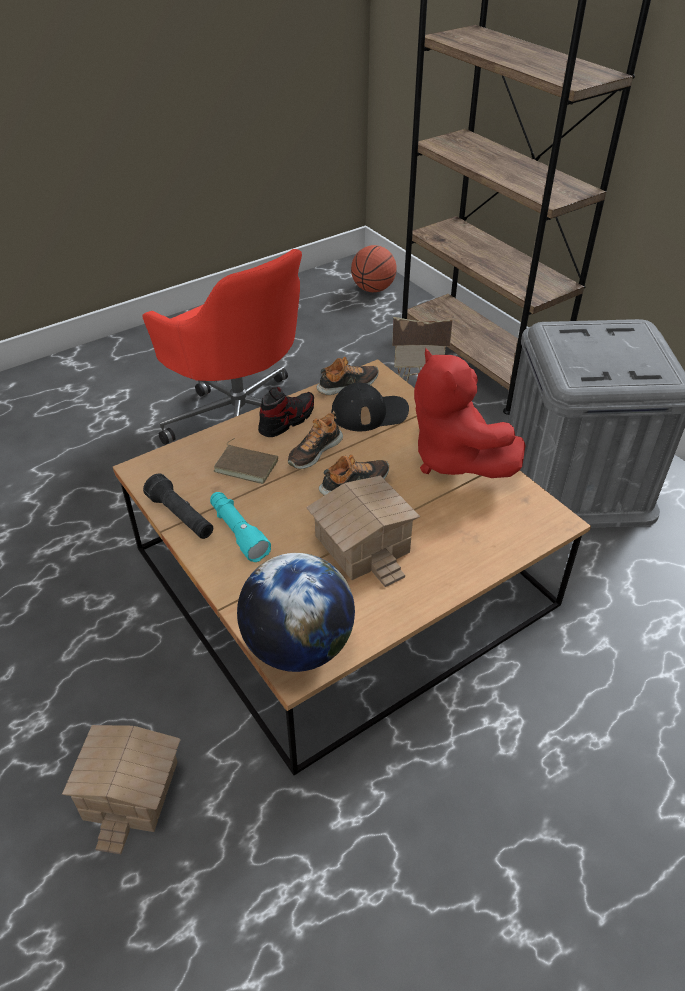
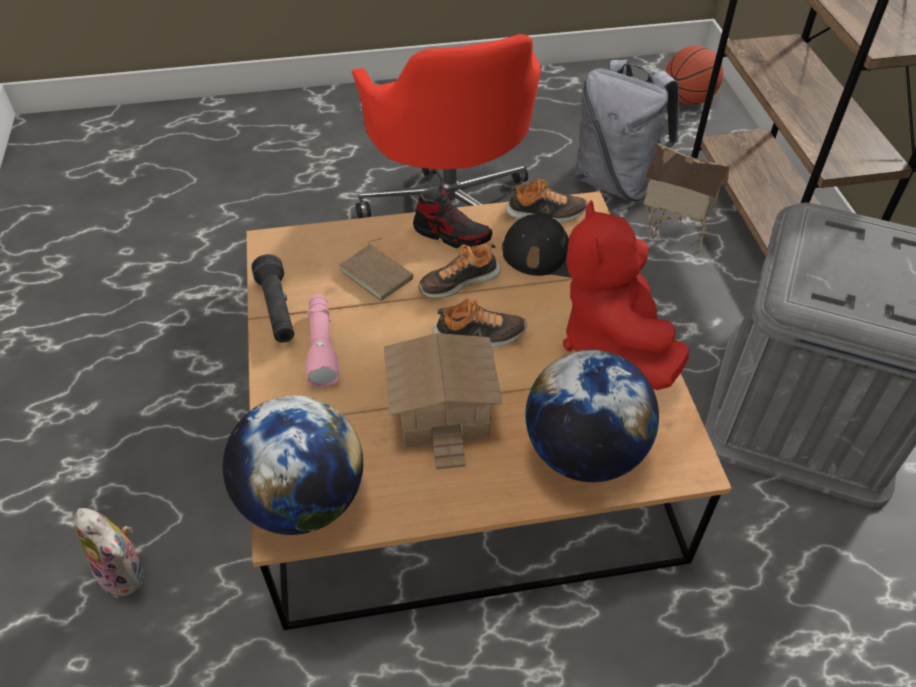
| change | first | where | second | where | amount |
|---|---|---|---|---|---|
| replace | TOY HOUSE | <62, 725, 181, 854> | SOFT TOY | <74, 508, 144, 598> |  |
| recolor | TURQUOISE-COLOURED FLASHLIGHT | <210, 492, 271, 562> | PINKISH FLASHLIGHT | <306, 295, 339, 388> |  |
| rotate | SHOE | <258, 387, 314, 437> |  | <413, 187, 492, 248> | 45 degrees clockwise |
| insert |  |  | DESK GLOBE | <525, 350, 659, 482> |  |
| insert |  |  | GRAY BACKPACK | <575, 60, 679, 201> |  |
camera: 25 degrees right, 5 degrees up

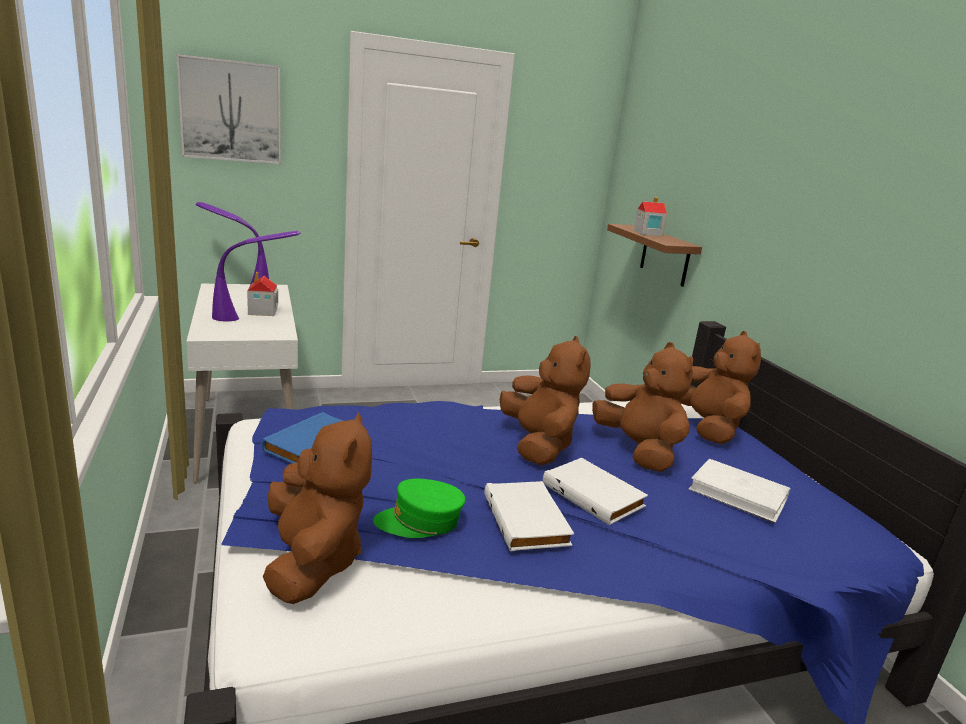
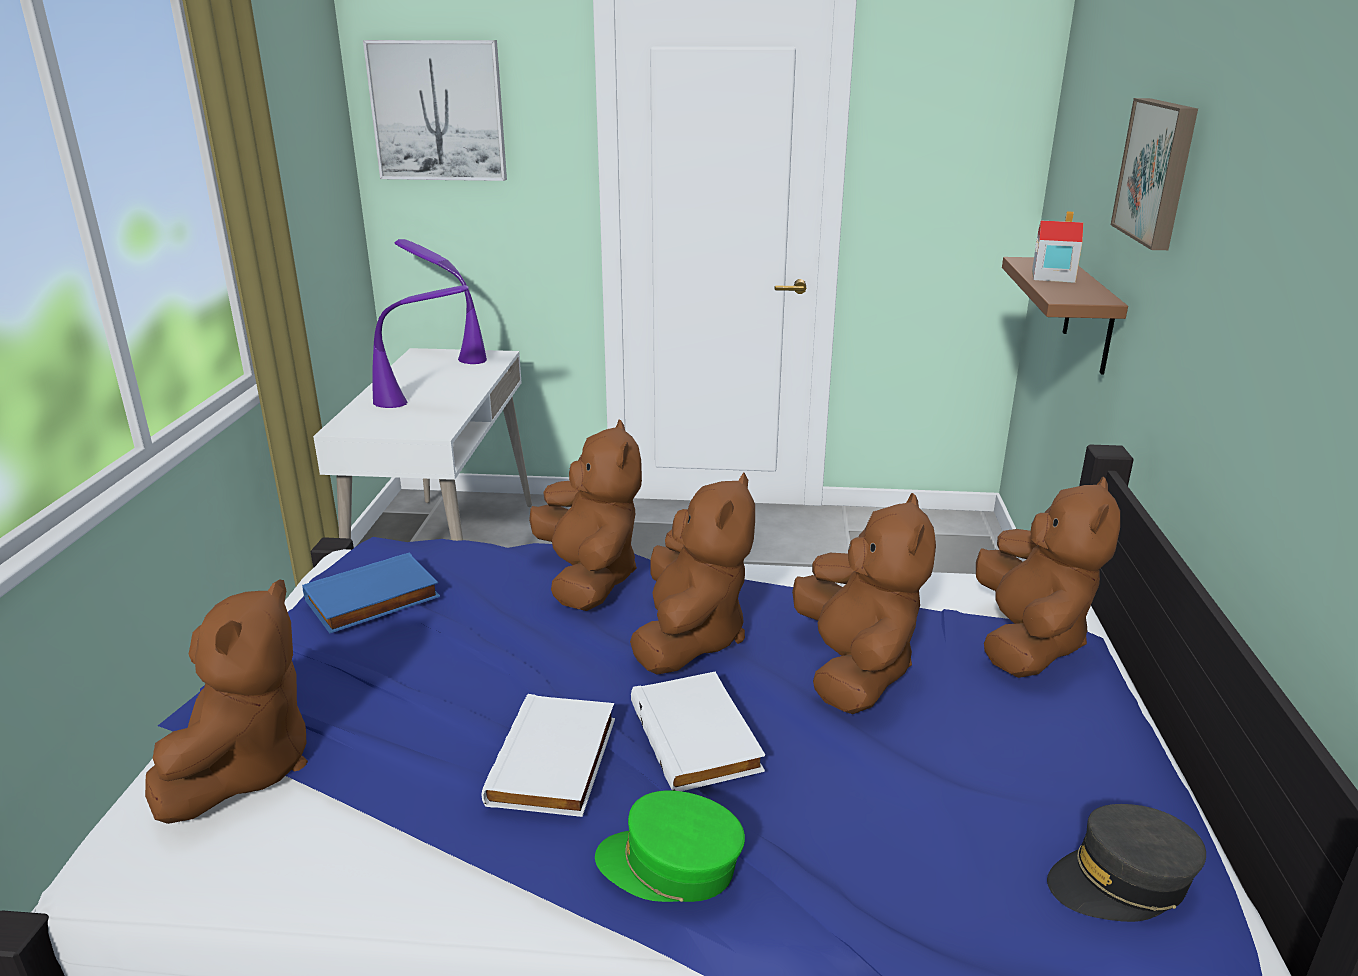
| change | first | where | second | where | amount |
|---|---|---|---|---|---|
| insert |  |  | BROWN SOFT TOY | <529, 420, 642, 611> |  |
| move | GREEN BASEBALL CAP | <373, 479, 465, 538> |  | <595, 790, 745, 902> |  |
| insert |  |  | GRAY BASEBALL CAP | <1047, 804, 1206, 922> |  |
| insert |  |  | WALL PICTURE | <1111, 98, 1198, 250> |  |
| delete | TOY HOUSE | <247, 272, 278, 316> |  |  |  |
| delete | WHITISH BOUND BOOK | <689, 459, 790, 523> |  |  |  |
camera: 25 degrees right, 5 degrees up

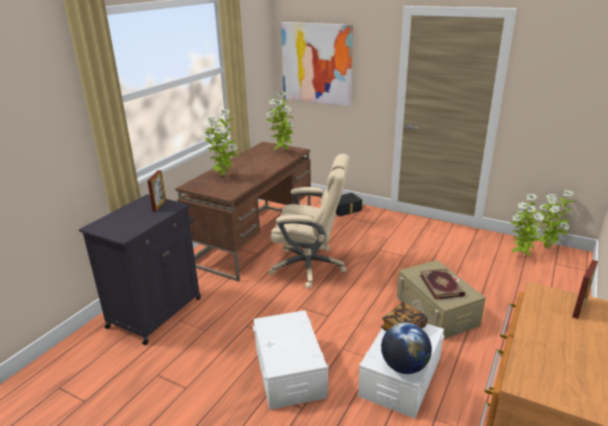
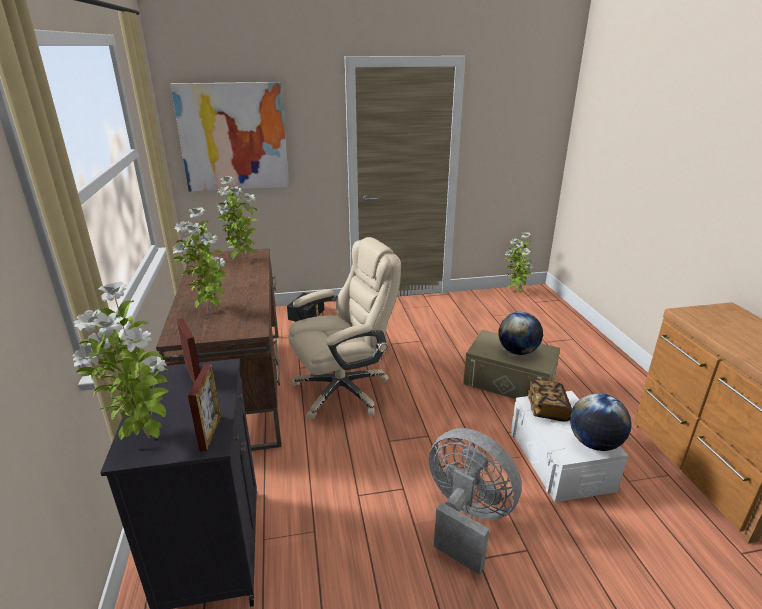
| change | first | where | second | where | amount |
|---|---|---|---|---|---|
| move | HOUSEPLANT | <510, 194, 544, 257> |  | <72, 282, 169, 440> |  |
| move | PHOTO FRAME | <572, 260, 598, 319> |  | <188, 364, 221, 451> |  |
| replace | WHITISH STORAGE CONTAINER | <253, 310, 328, 410> | GRAY FAN | <429, 428, 522, 575> |  |
| replace | BOUND BOOK | <420, 269, 465, 300> | DESK GLOBE | <499, 312, 543, 355> |  |
camera: 40 degrees left, 0 degrees up

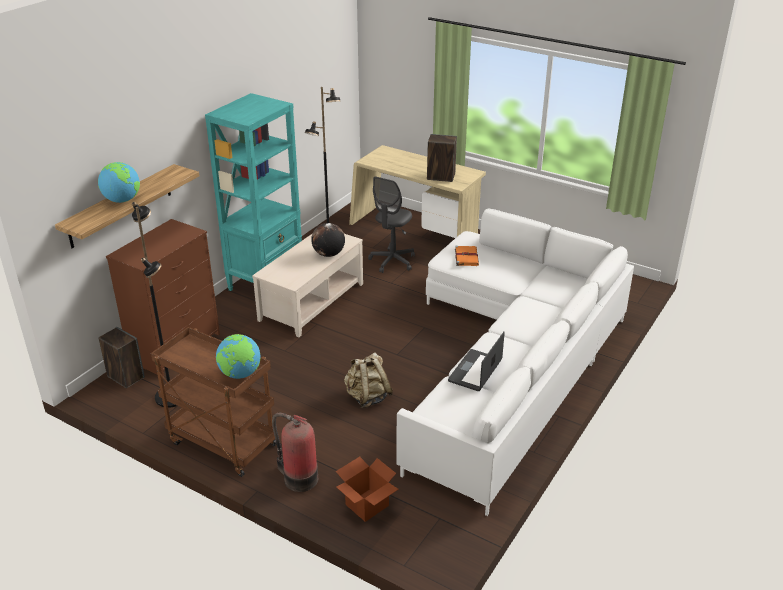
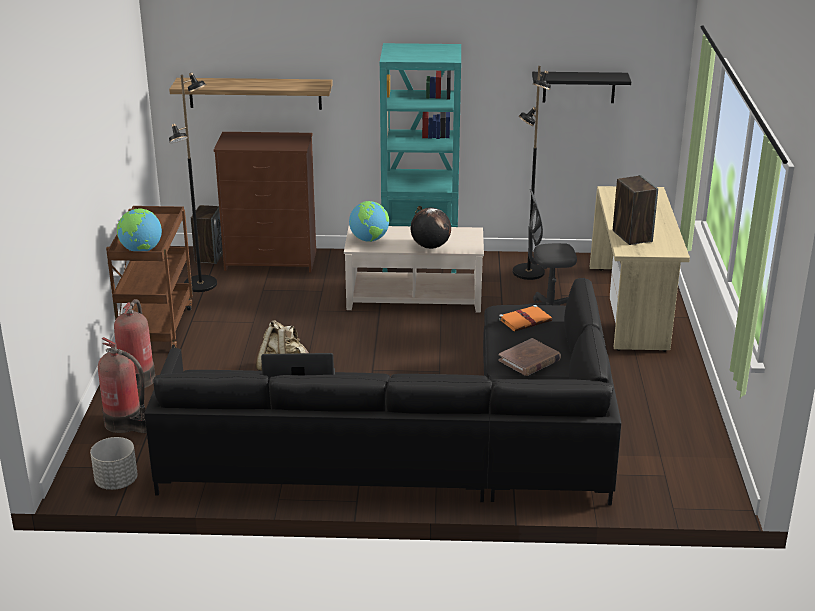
| change | first | where | second | where | amount |
|---|---|---|---|---|---|
| insert |  |  | GRAY PLANTER | <90, 437, 138, 490> |  |
| replace | PACKING BOX | <335, 457, 399, 522> | FIRE EXTINGUISHER | <98, 337, 147, 433> |  |
| recolor | WHITISH SETTEE | <396, 209, 634, 516> | BLACKISH SETTEE | <144, 278, 621, 505> |  |
| move | DESK GLOBE | <98, 162, 140, 203> |  | <349, 201, 389, 242> |  |
| insert |  |  | BROWN BOUND BOOK | <498, 338, 561, 376> |  |
| insert |  |  | BLACKISH BRACKET SHELF | <532, 72, 631, 103> |  |
camera: 60 degrees right, 5 degrees down

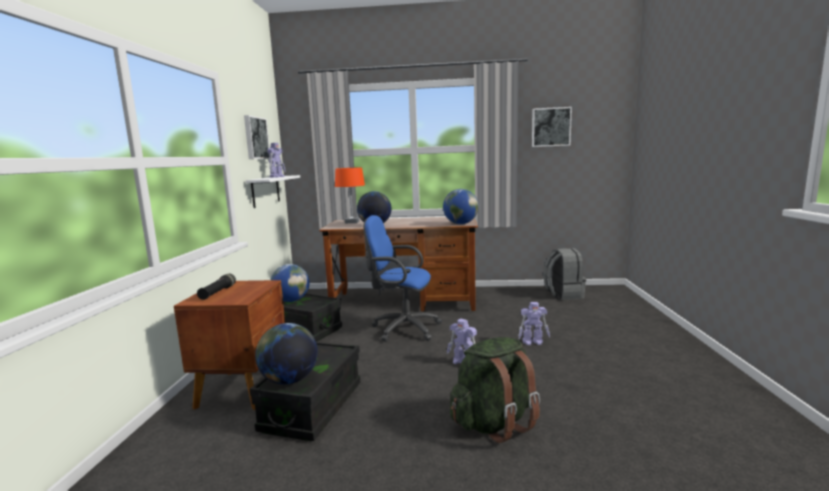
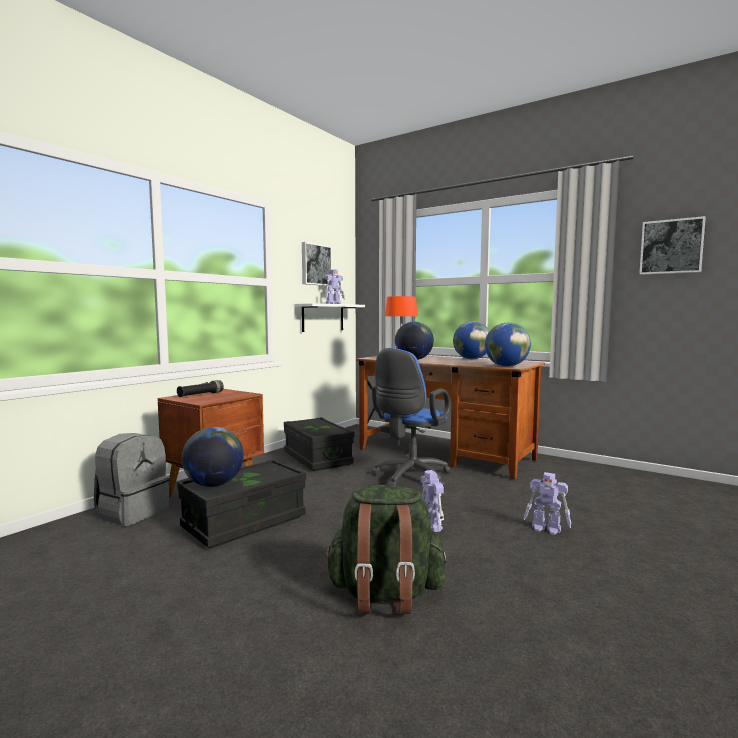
| change | first | where | second | where | amount |
|---|---|---|---|---|---|
| move | GRAY BACKPACK | <543, 248, 586, 300> |  | <94, 433, 169, 526> |  |
| rotate | BLUE-COLOURED DESK CHAIR | <363, 215, 442, 342> |  | <371, 348, 451, 487> | 105 degrees counterclockwise |
| move | DESK GLOBE | <271, 264, 310, 302> |  | <453, 321, 489, 359> |  |
camera: 30 degrees right, 5 degrees down

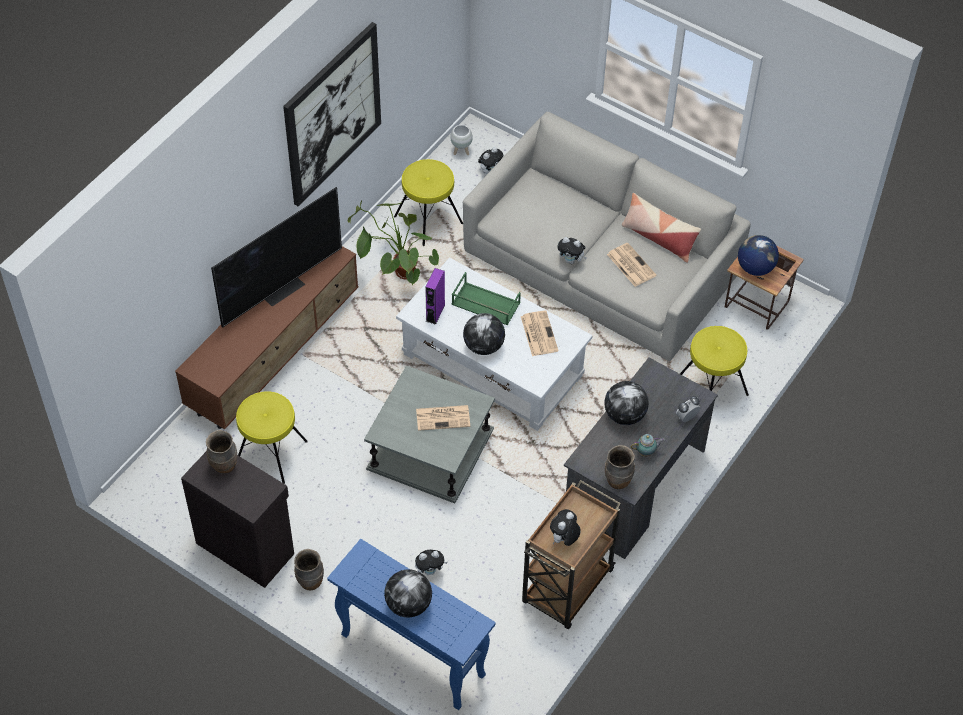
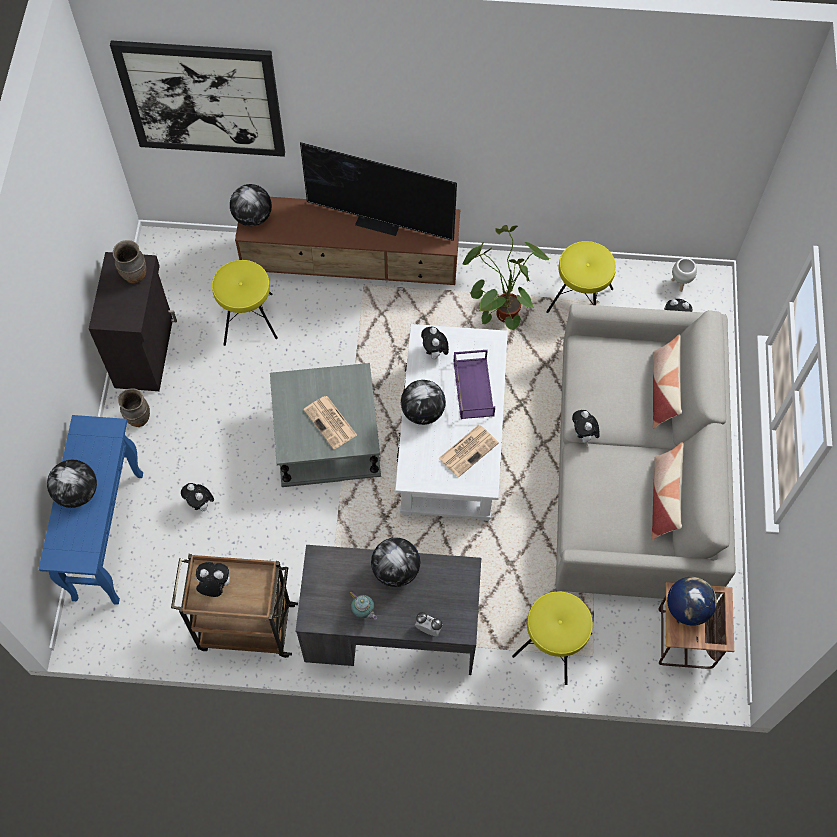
| change | first | where | second | where | amount |
|---|---|---|---|---|---|
| move | WALL PICTURE | <283, 22, 381, 206> |  | <110, 40, 285, 157> |  |
| insert |  |  | DESK GLOBE | <230, 184, 272, 226> |  |
| replace | PURPLISH LOUDSPEAKER | <425, 268, 445, 325> | SOFT TOY | <421, 327, 449, 362> |  |
| recolor | GREEN SERVING TRAY | <452, 272, 521, 325> | PURPLISH SERVING TRAY | <453, 350, 495, 419> |  |
| insert |  |  | PILLOW | <653, 334, 682, 429> |  |
| delete | BROWN DECORATIVE VASE | <605, 445, 635, 489> |  |  |  |
| delete | NEWSPAPER | <607, 243, 657, 287> |  |  |  |
camera: 60 degrees right, 10 degrees up

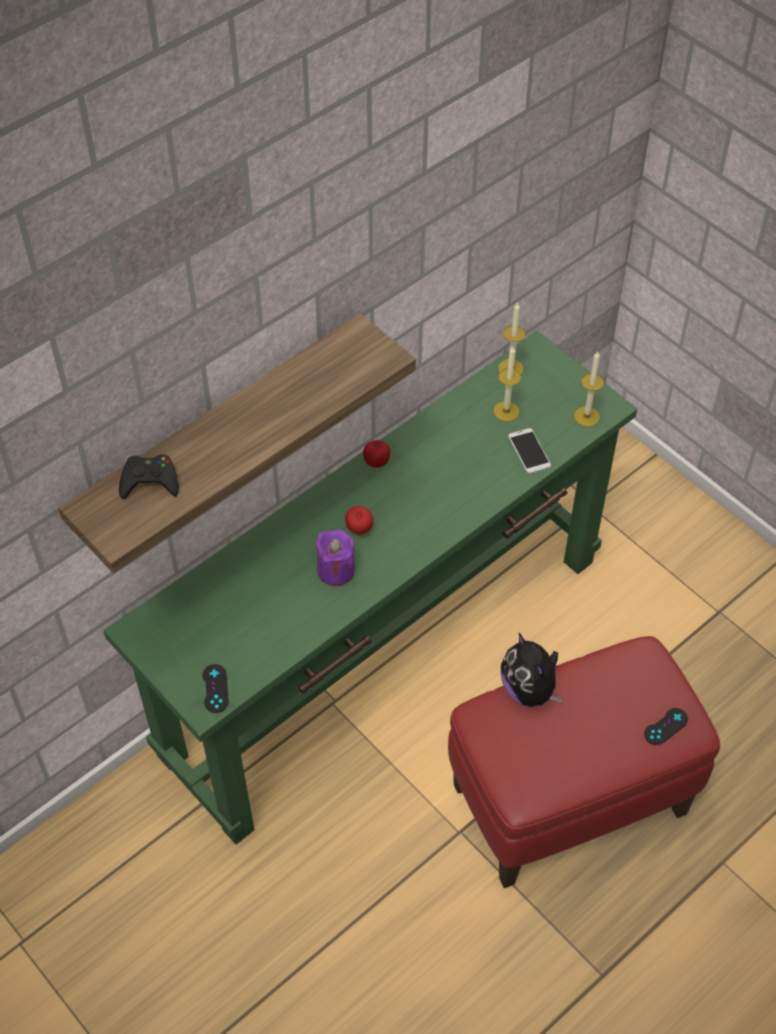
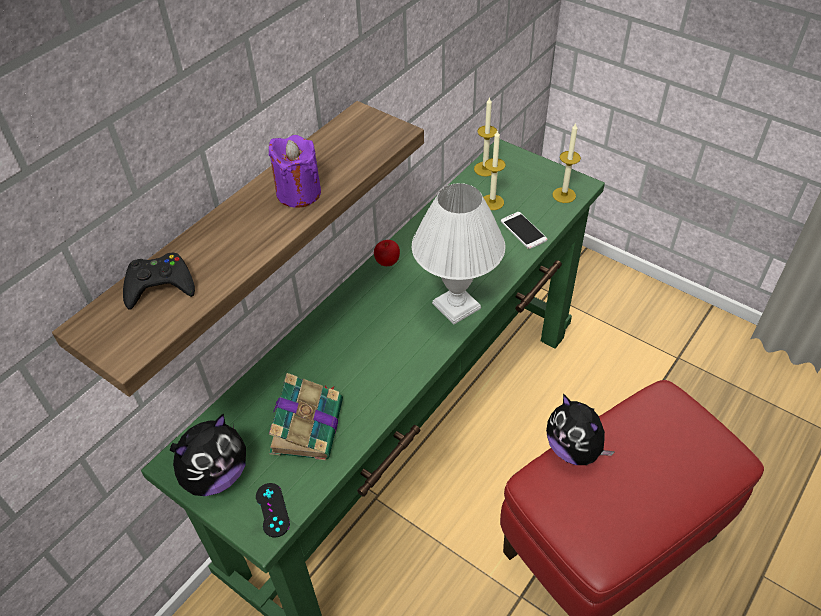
| change | first | where | second | where | amount |
|---|---|---|---|---|---|
| insert |  |  | SOFT TOY | <170, 414, 246, 496> |  |
| move | PURPLISH WAX LIGHT | <316, 530, 355, 586> |  | <269, 135, 321, 208> |  |
| insert |  |  | BOUND BOOK | <269, 373, 343, 460> |  |
| insert |  |  | WHITISH TABLE LAMP | <412, 183, 505, 325> |  |
| delete | APPLE FRUIT | <345, 506, 373, 535> |  |  |  |
| delete | BLACKISH GAME CONTROLLER | <644, 708, 688, 745> |  |  |  |
camera: 10 degrees left, 5 degrees down

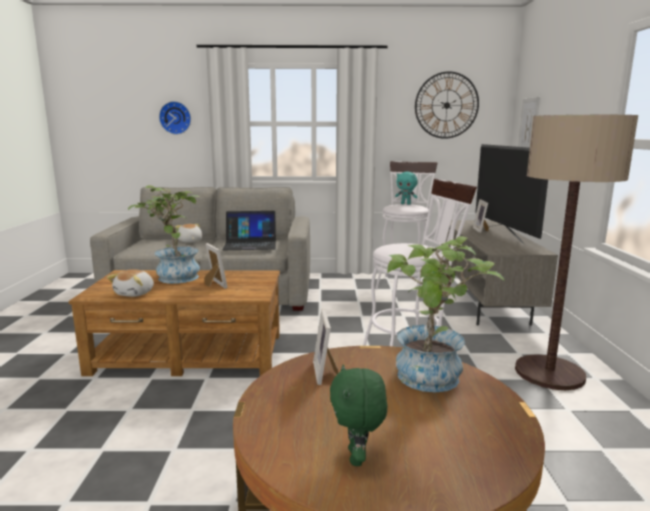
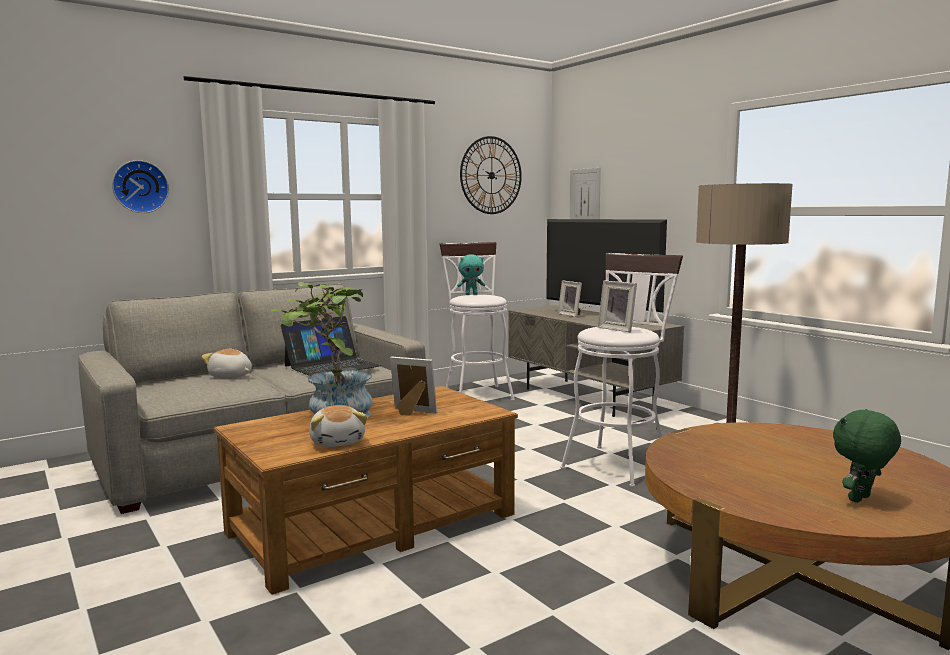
| change | first | where | second | where | amount |
|---|---|---|---|---|---|
| move | PHOTO FRAME | <313, 309, 338, 385> |  | <598, 280, 637, 332> |  |
| rotate | GREEN SOFT TOY | <330, 364, 387, 466> |  | <833, 409, 901, 503> | 90 degrees clockwise |
| delete | HOUSEPLANT | <387, 236, 505, 392> |  |  |  |
camera: 35 degrees left, 5 degrees down

